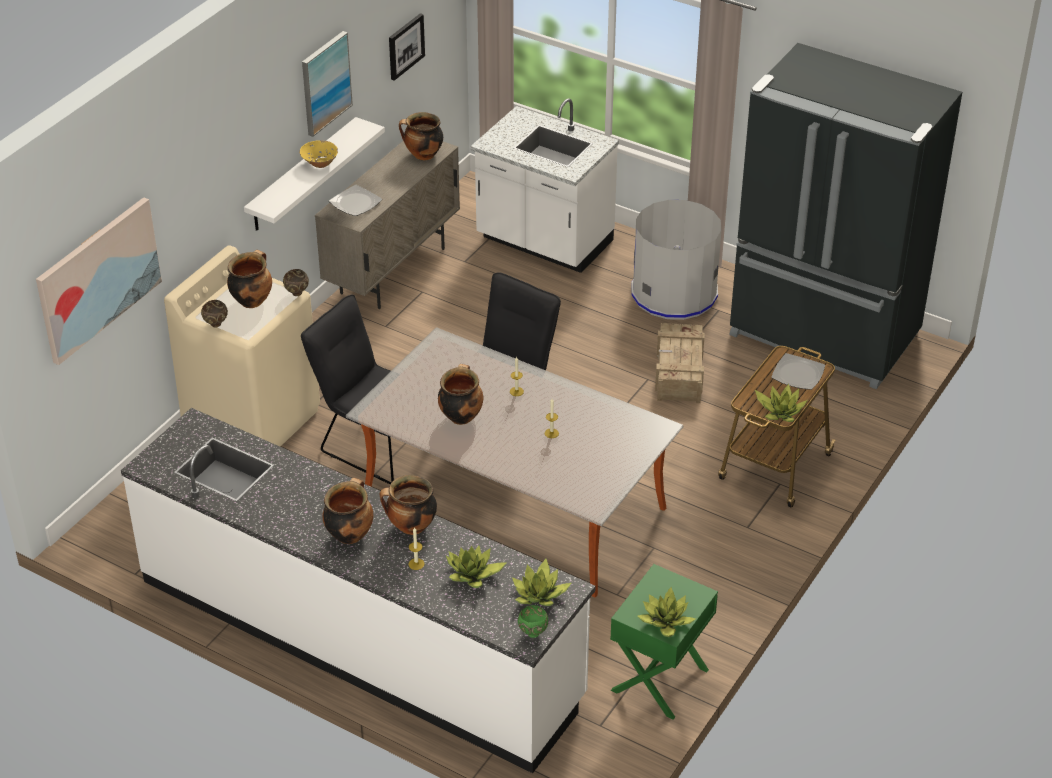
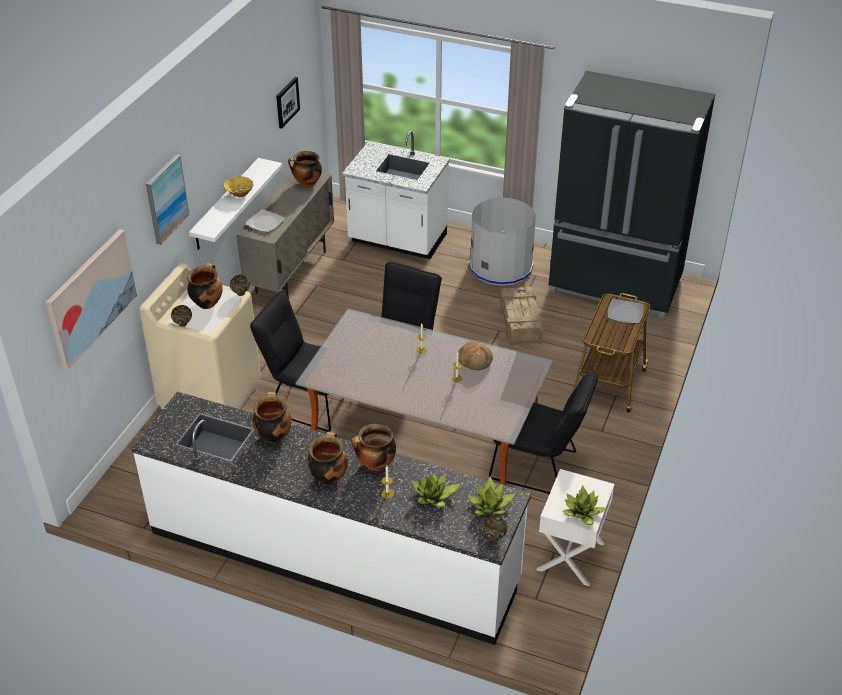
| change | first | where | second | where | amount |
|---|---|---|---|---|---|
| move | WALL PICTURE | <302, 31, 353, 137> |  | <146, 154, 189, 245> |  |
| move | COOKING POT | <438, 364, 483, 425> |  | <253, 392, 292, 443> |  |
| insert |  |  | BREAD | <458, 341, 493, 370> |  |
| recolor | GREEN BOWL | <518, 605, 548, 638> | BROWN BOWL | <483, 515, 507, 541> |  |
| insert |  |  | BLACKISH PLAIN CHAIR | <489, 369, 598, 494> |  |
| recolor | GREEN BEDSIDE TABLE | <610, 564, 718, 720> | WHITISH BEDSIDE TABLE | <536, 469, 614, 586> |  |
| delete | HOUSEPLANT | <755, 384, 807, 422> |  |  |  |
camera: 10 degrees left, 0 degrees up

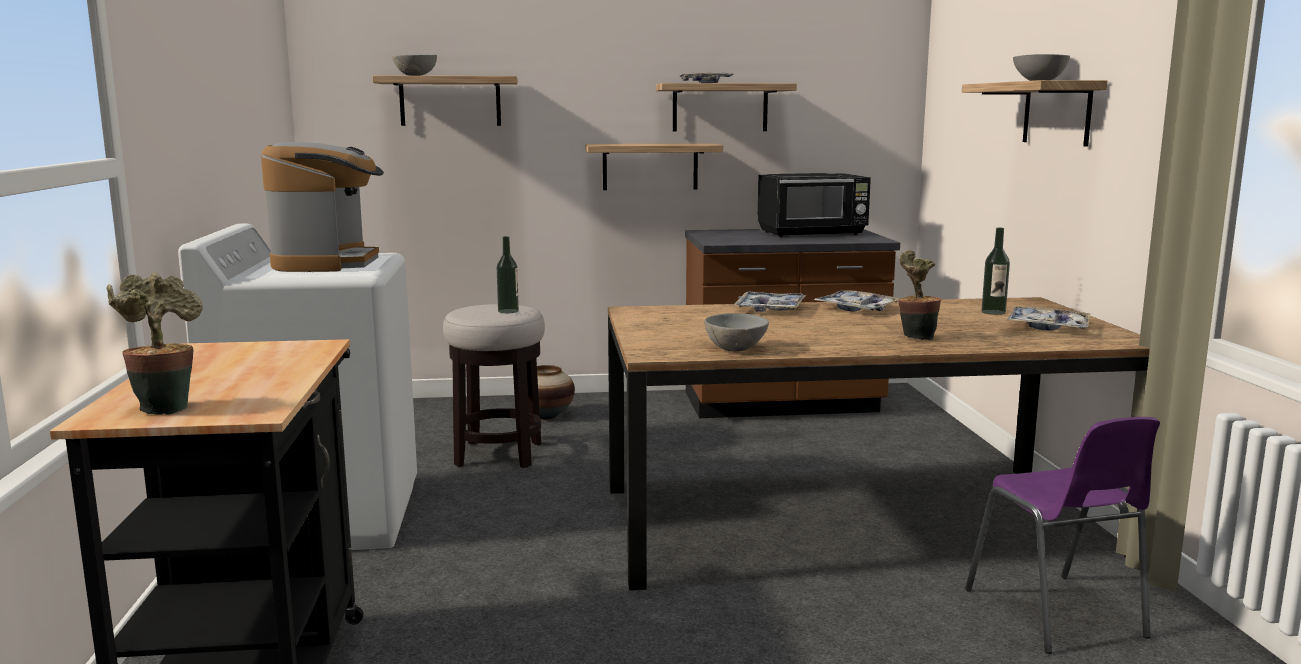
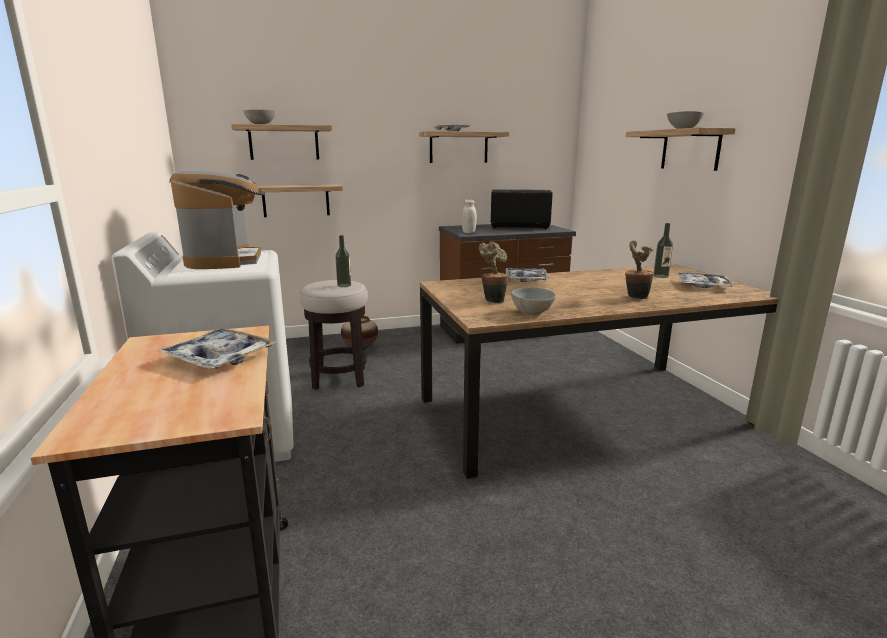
| change | first | where | second | where | amount |
|---|---|---|---|---|---|
| move | SERVING TRAY | <814, 290, 901, 312> |  | <156, 329, 277, 369> |  |
| move | BRACKET SHELF | <585, 143, 723, 190> |  | <257, 184, 343, 217> |  |
| insert |  |  | WHITISH JAR | <462, 200, 477, 233> |  |
| move | HOUSEPLANT | <106, 272, 203, 415> |  | <479, 241, 509, 303> |  |
| rotate | BLACKISH KITCHEN MICROWAVE | <757, 173, 871, 237> |  | <491, 189, 553, 229> | 150 degrees counterclockwise |
| delete | PURPLISH PLAIN CHAIR | <965, 417, 1160, 654> |  |  |  |
camera: 10 degrees left, 5 degrees up

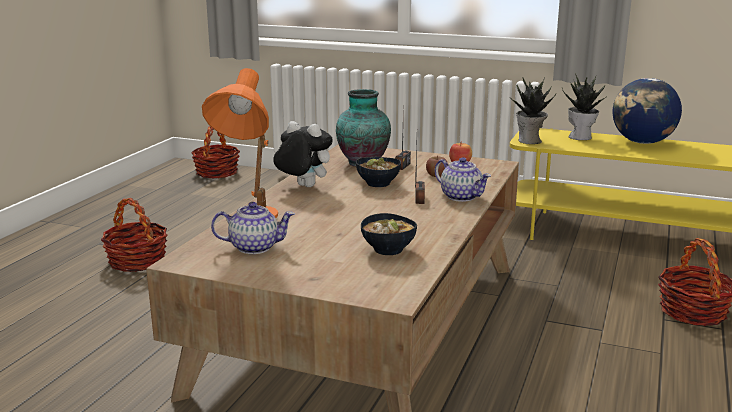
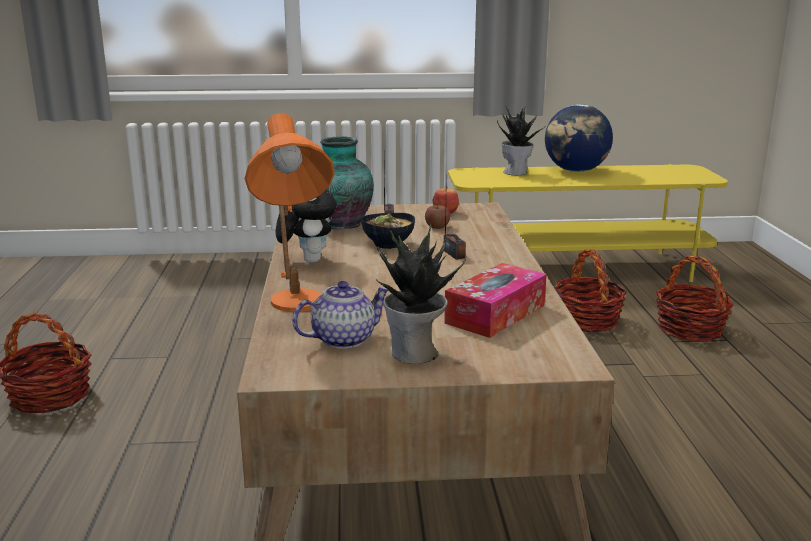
| change | first | where | second | where | amount |
|---|---|---|---|---|---|
| rotate | SOFT TOY | <273, 121, 333, 187> |  | <276, 189, 337, 263> | 75 degrees clockwise |
| move | HOUSEPLANT | <512, 77, 557, 144> |  | <376, 224, 466, 364> |  |
| replace | BOWL | <361, 213, 417, 255> | BOX OF TISSUES | <444, 263, 547, 338> |  |
| move | STORAGE BASKET | <191, 126, 240, 179> |  | <554, 249, 627, 332> |  |
| delete | POT FOR TEA | <435, 157, 491, 202> |  |  |  |
camera: 25 degrees left, 0 degrees up

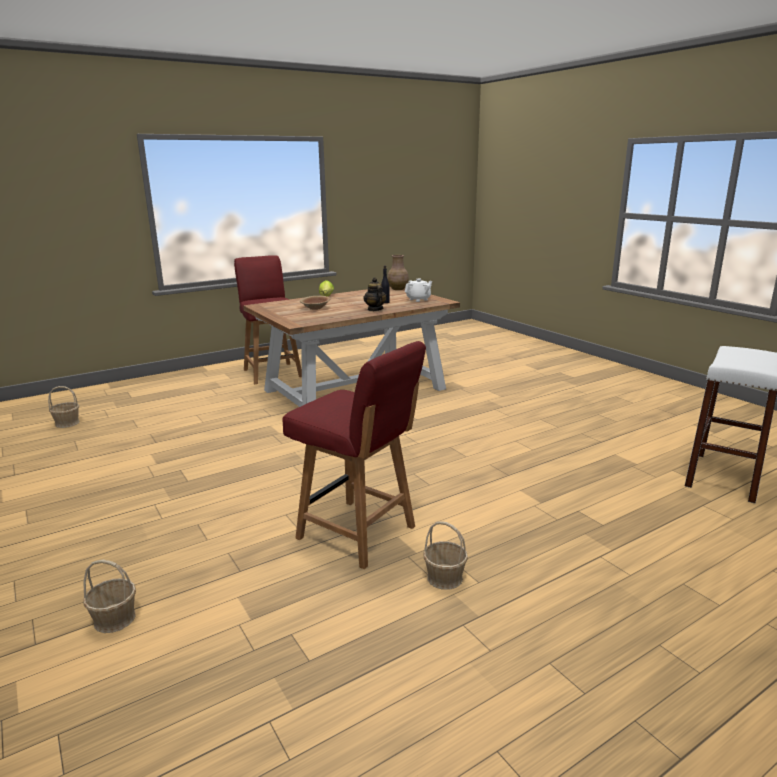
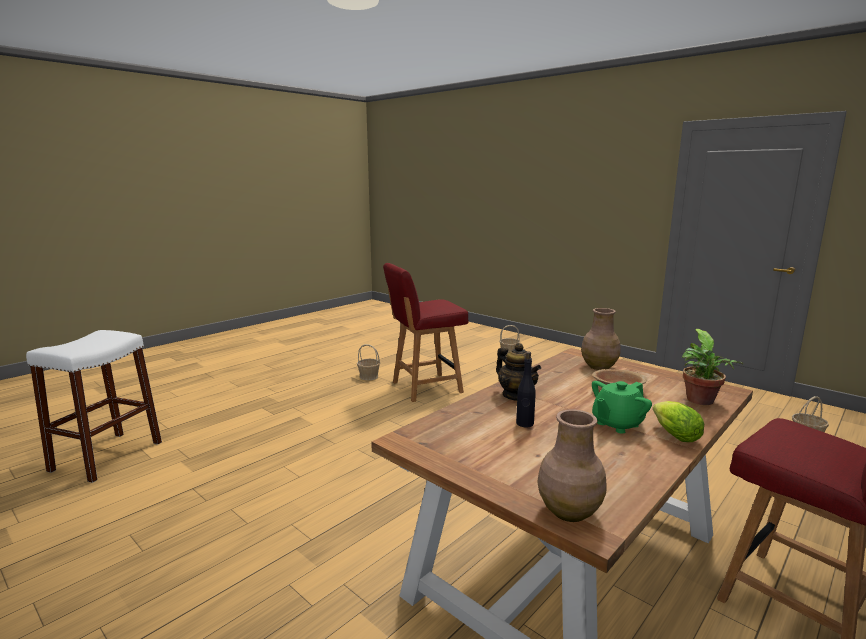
| change | first | where | second | where | amount |
|---|---|---|---|---|---|
| rotate | RED-COLOURED PLAIN CHAIR | <282, 341, 426, 569> |  | <383, 263, 469, 402> | 45 degrees counterclockwise |
| insert |  |  | BROWN DECORATIVE VASE | <581, 308, 621, 370> |  |
| insert |  |  | GREEN POT FOR TEA | <592, 381, 652, 434> |  |
| insert |  |  | HOUSEPLANT | <682, 329, 744, 405> |  |
| delete | WHITISH POT FOR TEA | <405, 279, 432, 302> |  |  |  |
camera: 165 degrees right, 5 degrees down

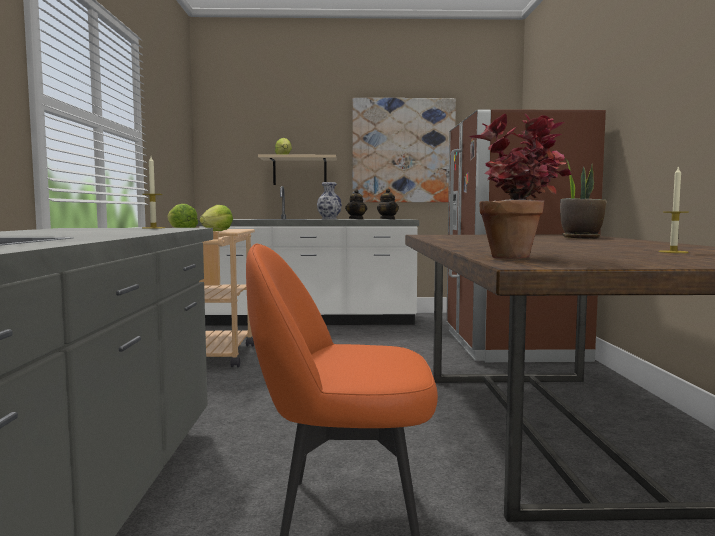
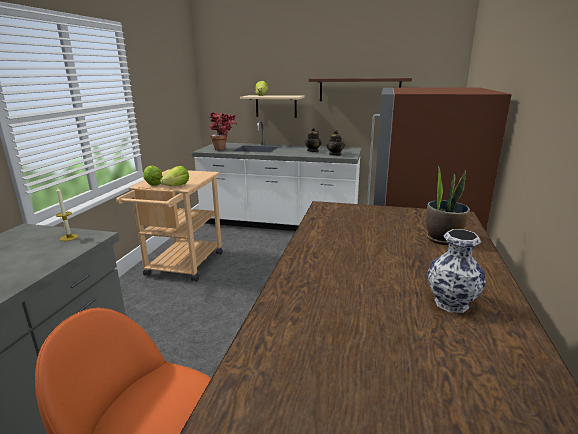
| change | first | where | second | where | amount |
|---|---|---|---|---|---|
| move | HOUSEPLANT | <469, 113, 572, 258> |  | <209, 112, 237, 150> |  |
| replace | WALL PICTURE | <353, 98, 456, 202> | BRACKET SHELF | <309, 78, 412, 101> |  |
| move | DECORATIVE VASE | <317, 182, 342, 220> |  | <428, 229, 486, 313> |  |
| delete | WAX LIGHT | <659, 166, 689, 253> |  |  |  |
camera: 15 degrees right, 15 degrees up

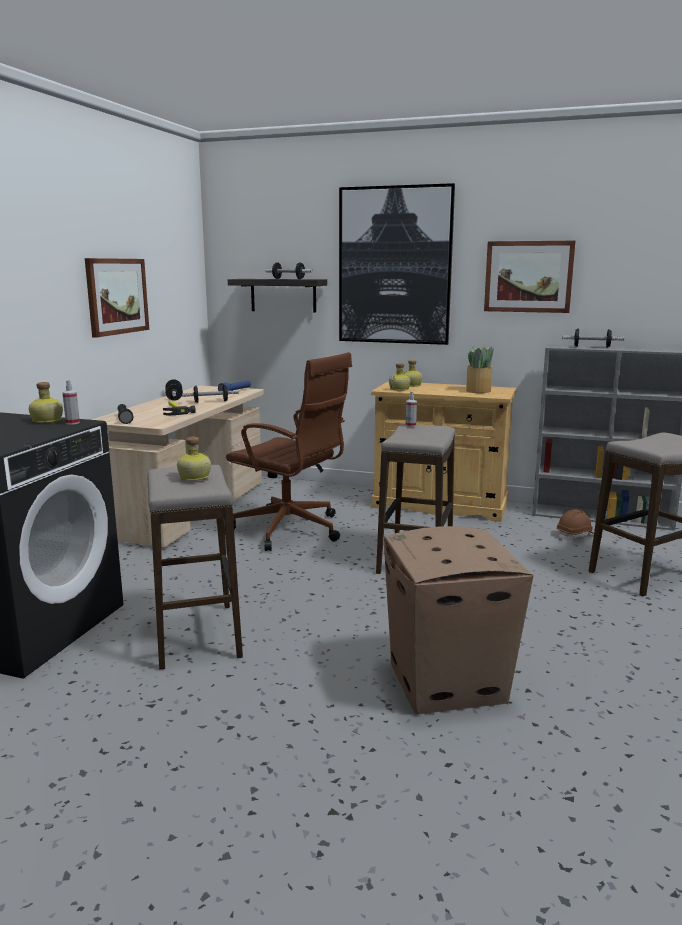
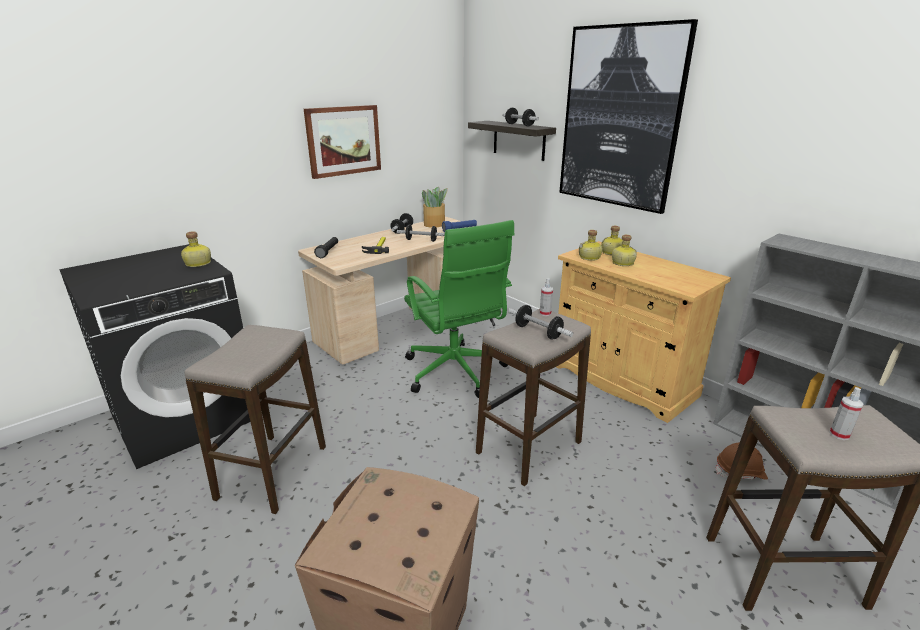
| change | first | where | second | where | amount |
|---|---|---|---|---|---|
| recolor | BROWN DESK CHAIR | <226, 352, 352, 551> | GREEN DESK CHAIR | <404, 220, 514, 398> |  |
| move | HOUSEPLANT | <466, 345, 494, 393> |  | <422, 187, 447, 228> |  |
| move | HAND WEIGHT | <562, 329, 624, 348> |  | <508, 305, 573, 340> |  |
| move | BOTTLE | <177, 437, 211, 481> |  | <612, 235, 637, 266> |  |
| move | SPRAYER | <62, 380, 80, 425> |  | <829, 387, 864, 440> |  |
| delete | WALL PICTURE | <484, 241, 576, 313> |  |  |  |
camera: 30 degrees right, 10 degrees up

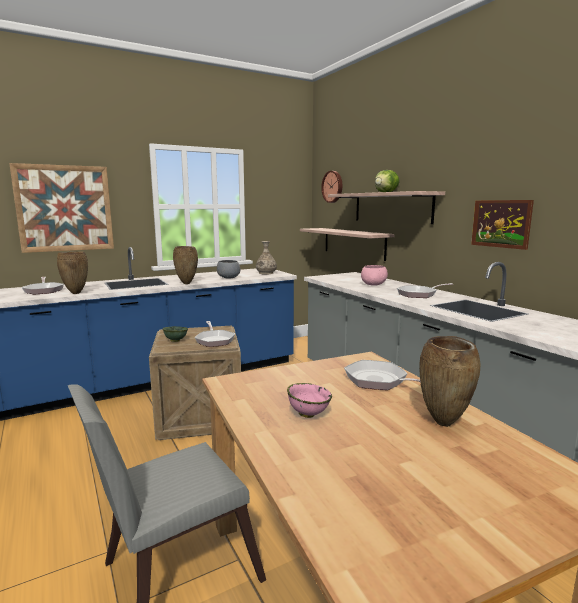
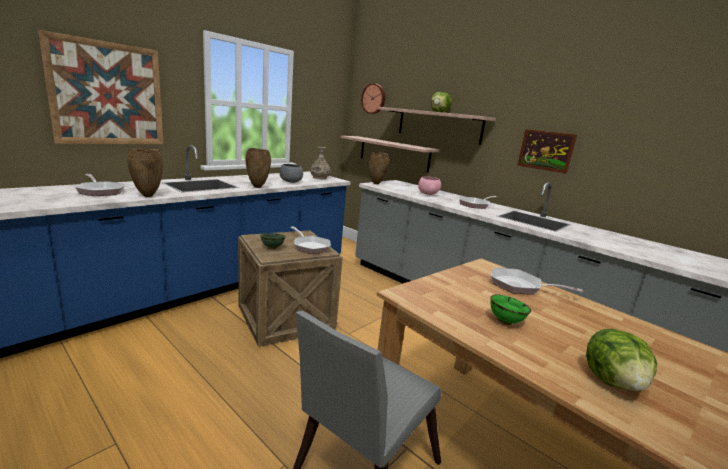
| change | first | where | second | where | amount |
|---|---|---|---|---|---|
| move | BROWN DECORATIVE VASE | <419, 336, 481, 427> |  | <369, 152, 389, 184> |  |
| recolor | PINKISH BOWL | <287, 383, 332, 418> | GREEN BOWL | <490, 294, 531, 325> |  |
| insert |  |  | HEAD OF LETTUCE | <586, 329, 657, 391> |  |
camera: 20 degrees left, 5 degrees up

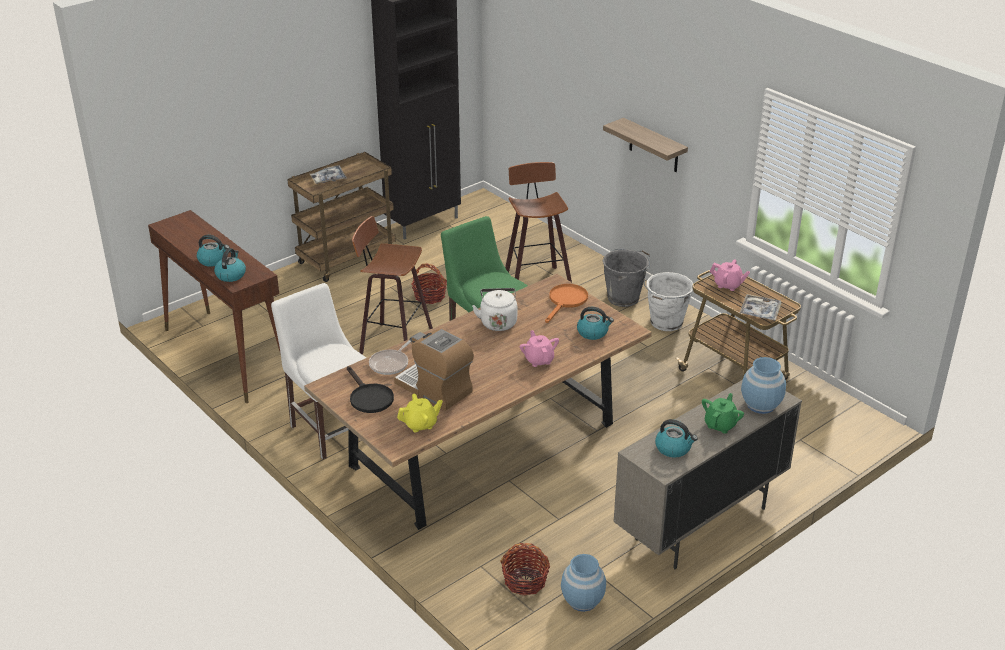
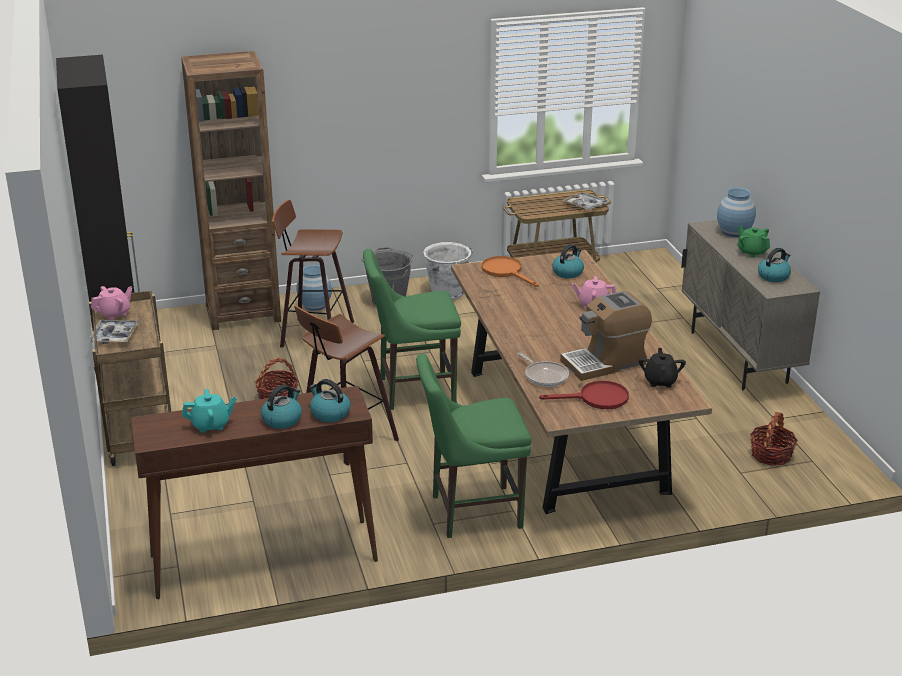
| change | first | where | second | where | amount |
|---|---|---|---|---|---|
| move | PINKISH POT FOR TEA | <710, 259, 750, 291> |  | <91, 286, 132, 320> |  |
| insert |  |  | BROWN BOOKCASE | <181, 51, 281, 330> |  |
| insert |  |  | TURQUOISE-COLOURED POT FOR TEA | <182, 389, 237, 433> |  |
| move | BLUE-COLOURED DECORATIVE VASE | <561, 554, 606, 612> |  | <297, 265, 332, 311> |  |
| recolor | WHITISH PLAIN CHAIR | <271, 283, 366, 459> | GREEN PLAIN CHAIR | <416, 354, 531, 538> |  |
| recolor | BLACKISH SKILLET | <347, 366, 394, 413> | RED-COLOURED SKILLET | <539, 381, 629, 409> |  |
| recolor | YELLOWISH POT FOR TEA | <397, 394, 443, 432> | BLACKISH POT FOR TEA | <639, 348, 686, 388> |  |
| delete | WHITISH KETTLE | <472, 288, 517, 331> |  |  |  |
| delete | BRACKET SHELF | <603, 118, 688, 172> |  |  |  |
camera: 65 degrees left, 5 degrees down

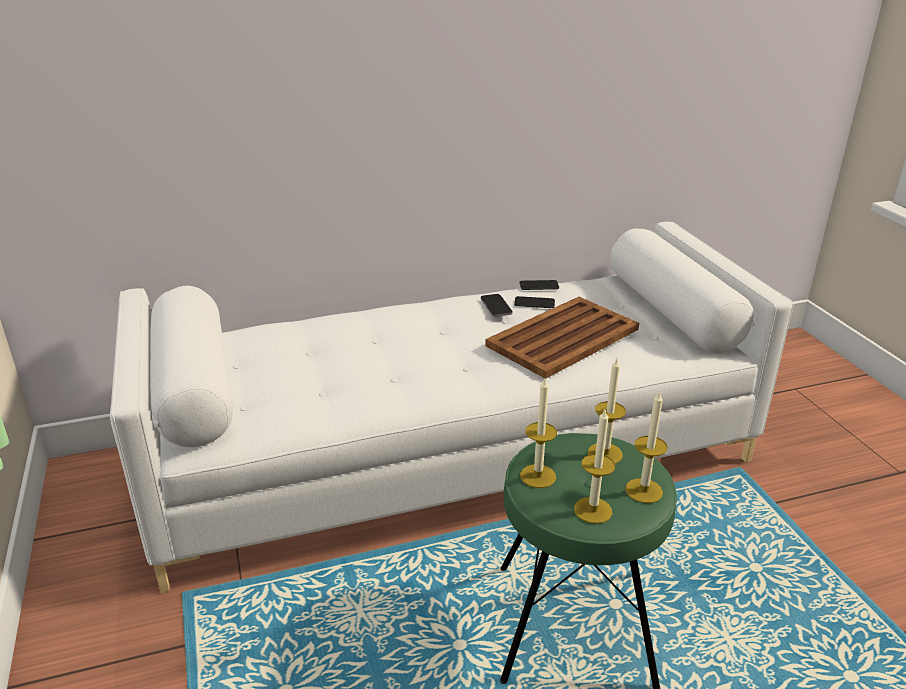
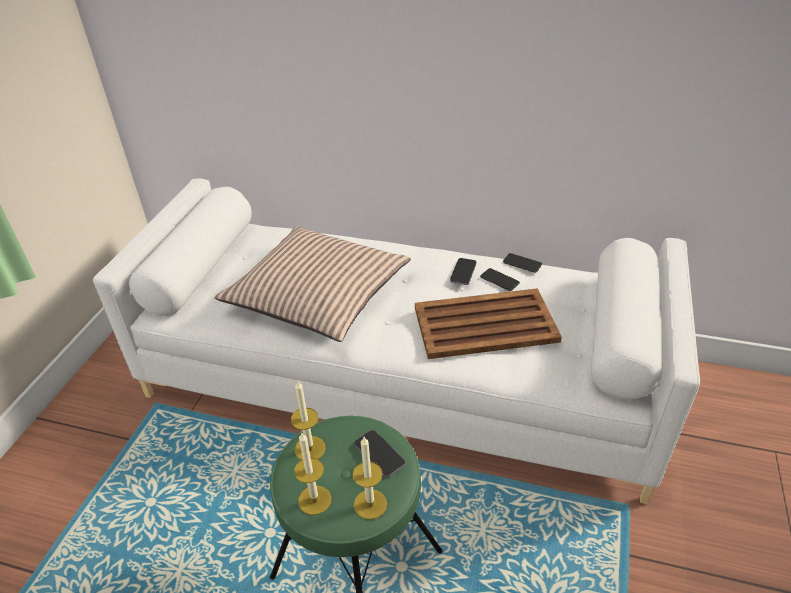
| change | first | where | second | where | amount |
|---|---|---|---|---|---|
| insert |  |  | PILLOW | <215, 226, 411, 342> |  |
| replace | WAX LIGHT | <588, 359, 626, 464> | HANDSET | <354, 430, 405, 477> |  |
camera: 35 degrees right, 10 degrees up

